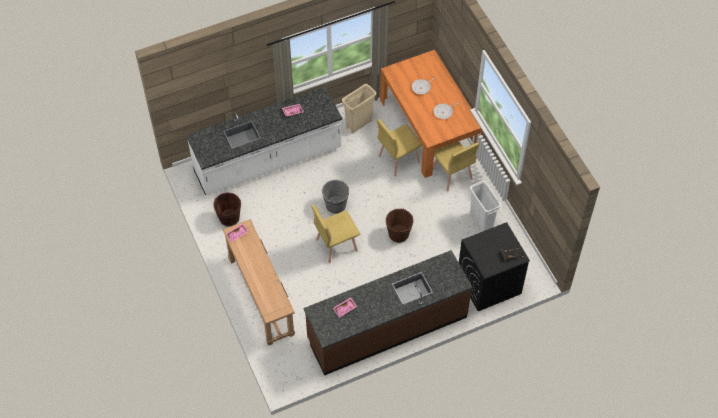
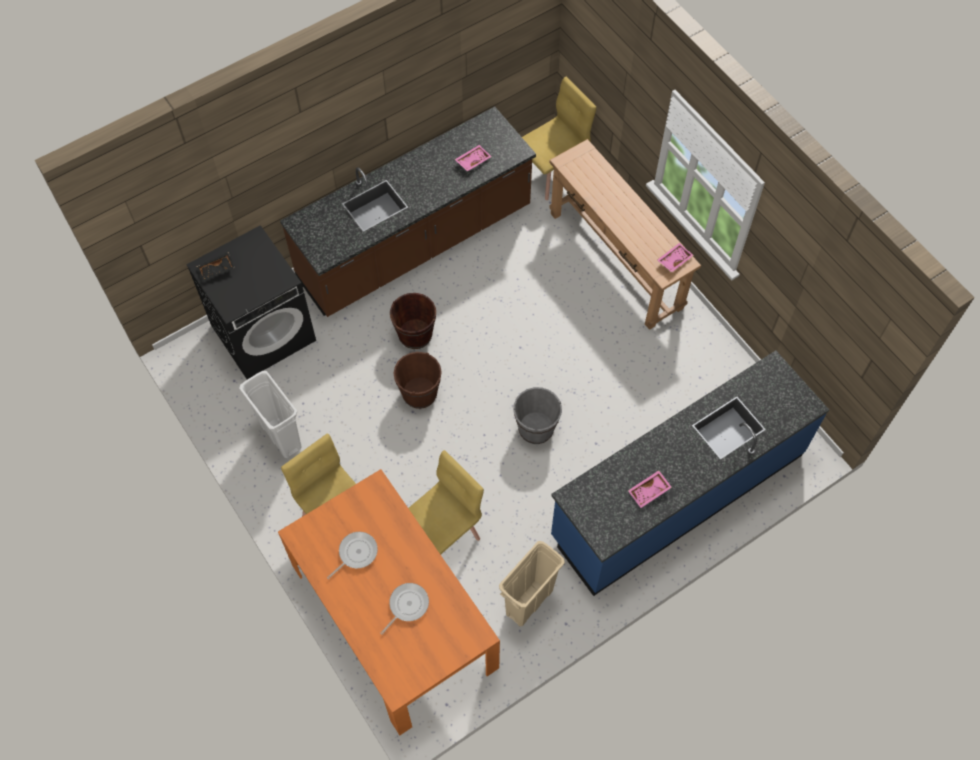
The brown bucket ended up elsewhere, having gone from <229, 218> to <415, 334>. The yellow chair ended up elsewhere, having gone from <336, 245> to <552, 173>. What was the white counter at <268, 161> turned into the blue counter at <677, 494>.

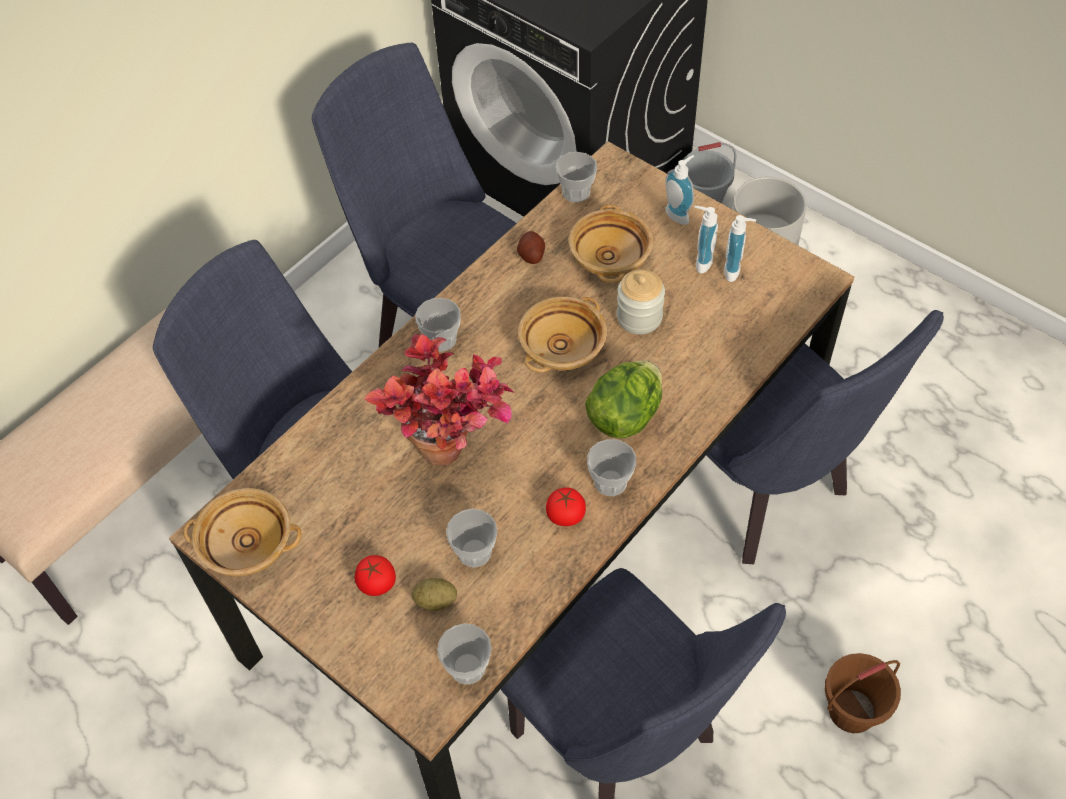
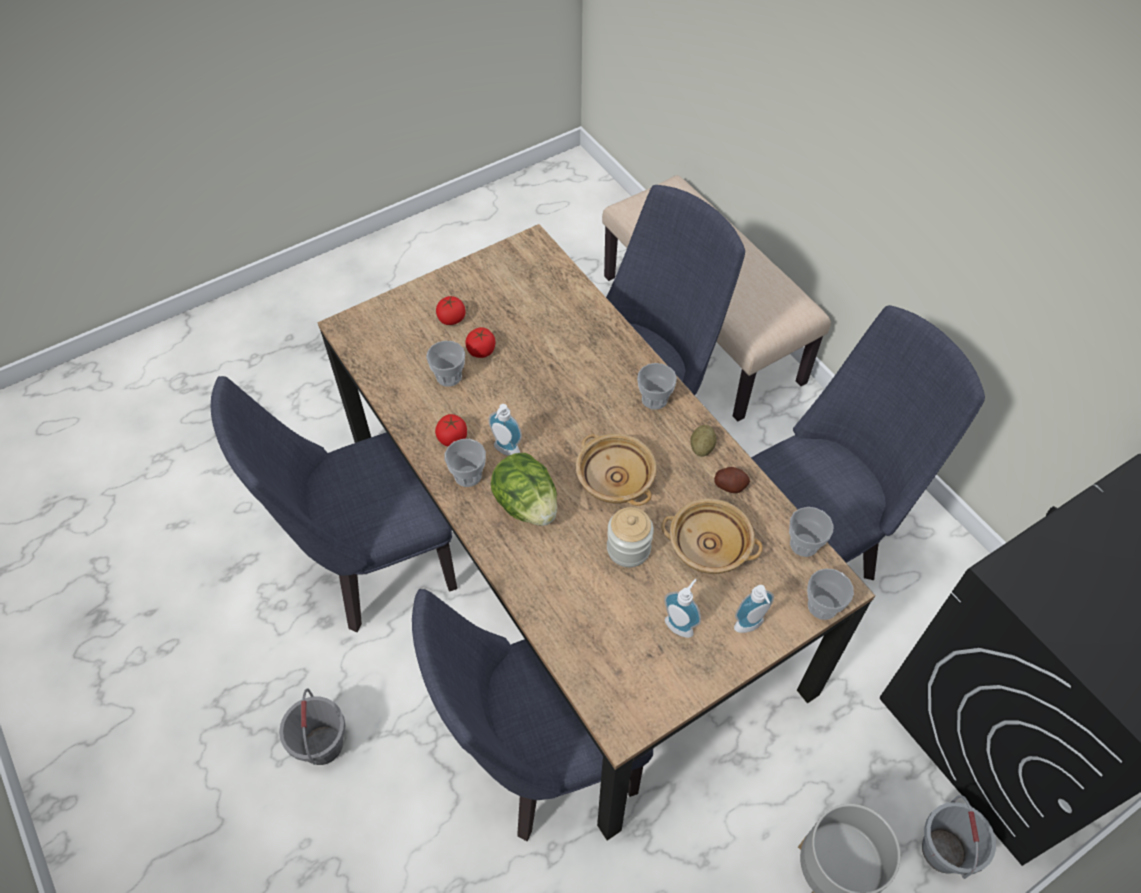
What was the brown bucket at <852, 711> turned into the grey bucket at <322, 744>. The second view gained the tomato at <481, 351>. The soap dispenser ended up elsewhere, having gone from <735, 270> to <505, 451>. The potato ended up elsewhere, having gone from <435, 601> to <702, 447>. The cup ended up elsewhere, having gone from <467, 667> to <822, 606>. The second view lost the beige bowl at <246, 545>. The second view lost the potted plant at <455, 457>.

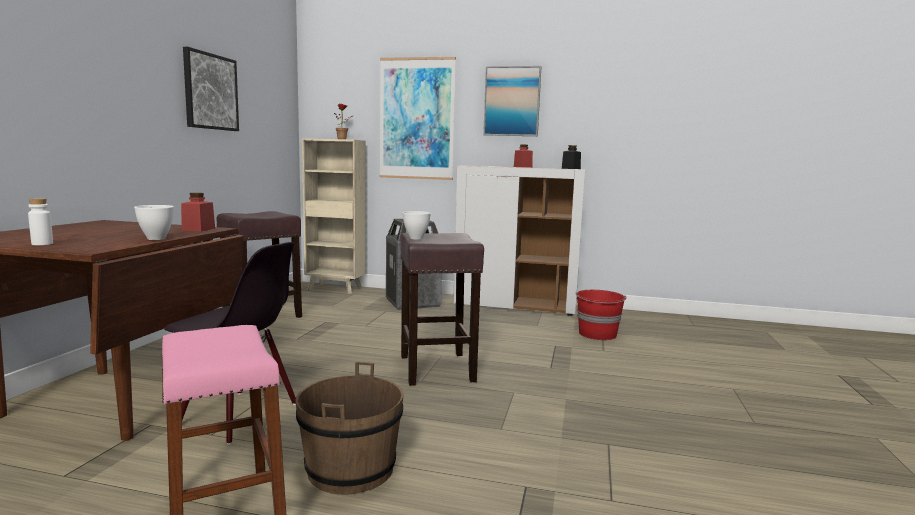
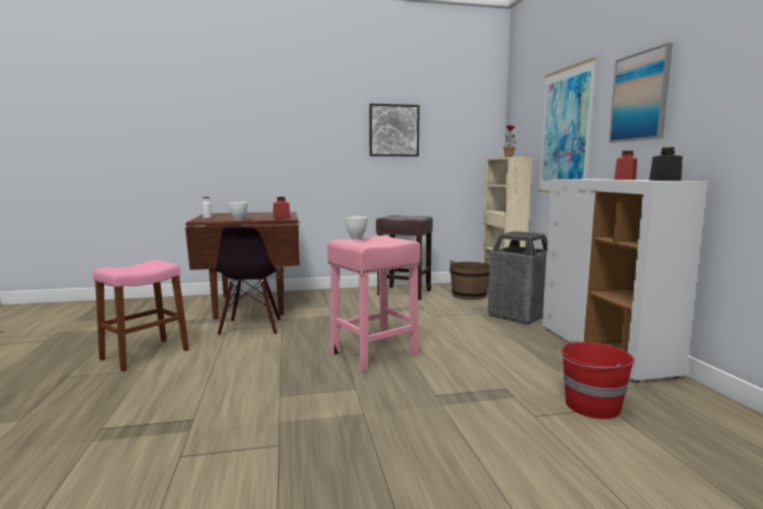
What was the brown stool at <437, 369> turned into the pink stool at <373, 354>. The brown bucket ended up elsewhere, having gone from <350, 469> to <469, 295>.

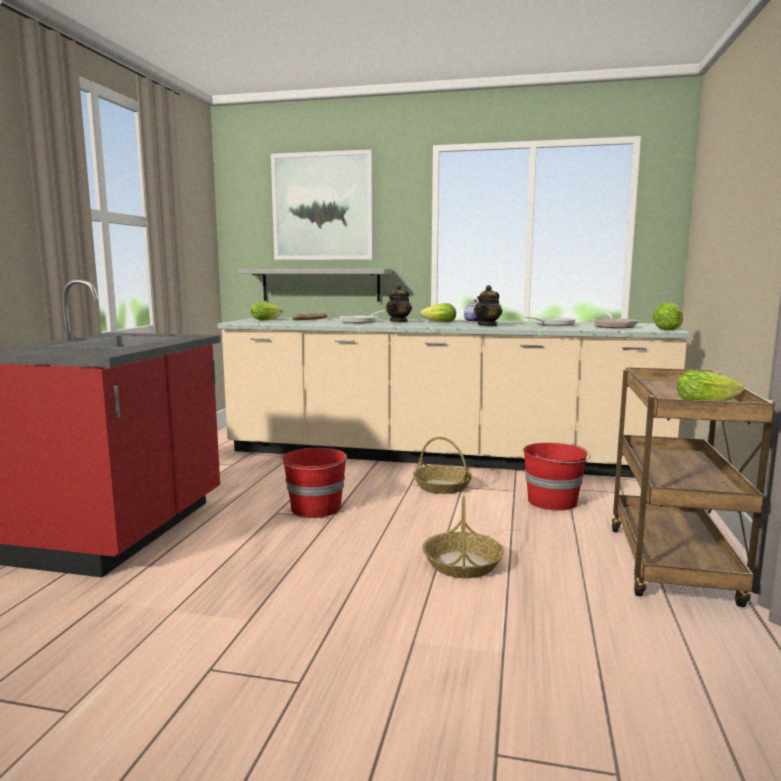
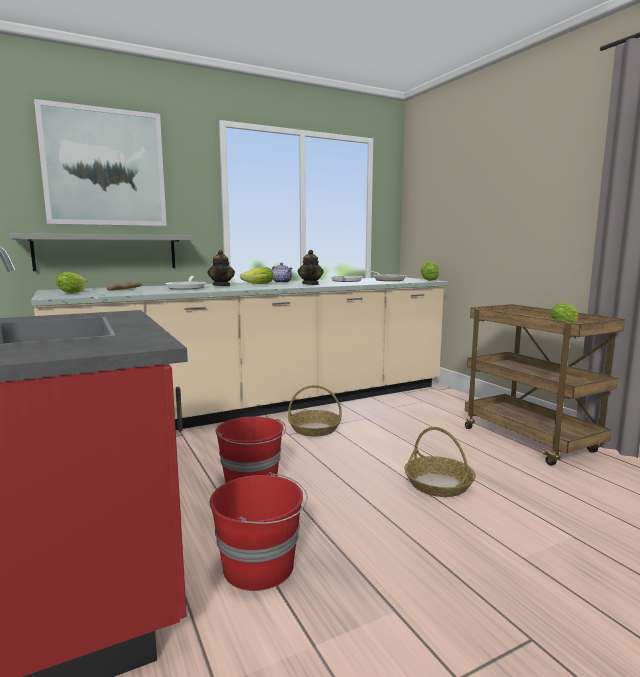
The red bucket ended up elsewhere, having gone from <553, 501> to <260, 566>.

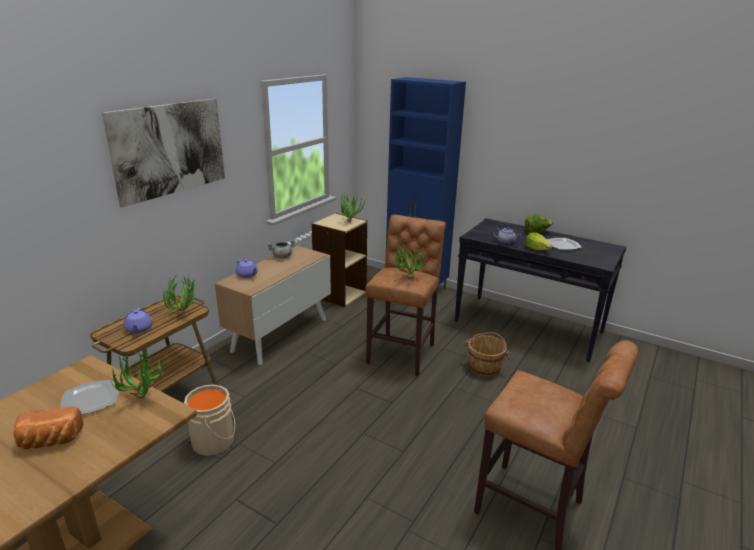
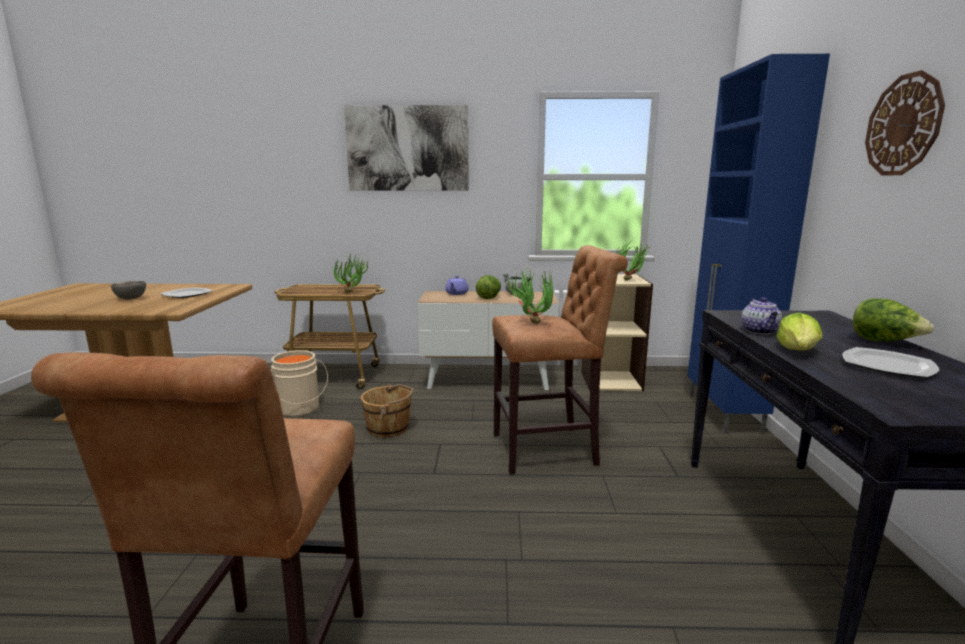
Where the bread stood at <50, 441>, the grey bowl came to stand at <131, 298>. The brown bucket ended up elsewhere, having gone from <484, 367> to <389, 428>. The second view gained the lettuce at <489, 297>. The second view gained the wall clock at <903, 125>. The second view lost the potted plant at <143, 401>. The second view lost the purple teapot at <138, 329>.

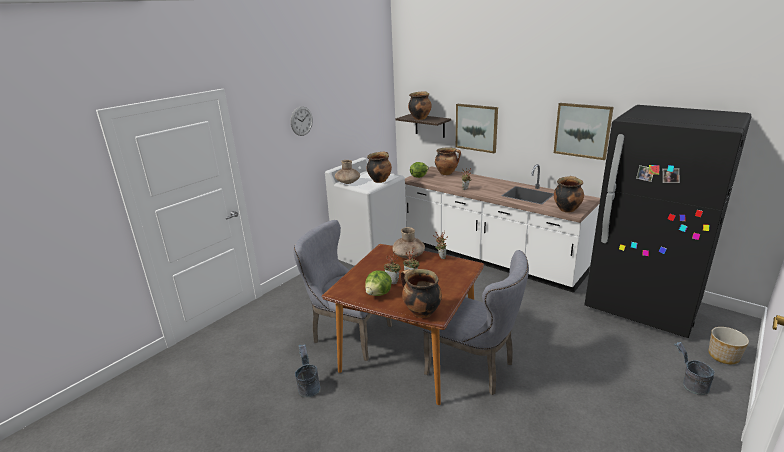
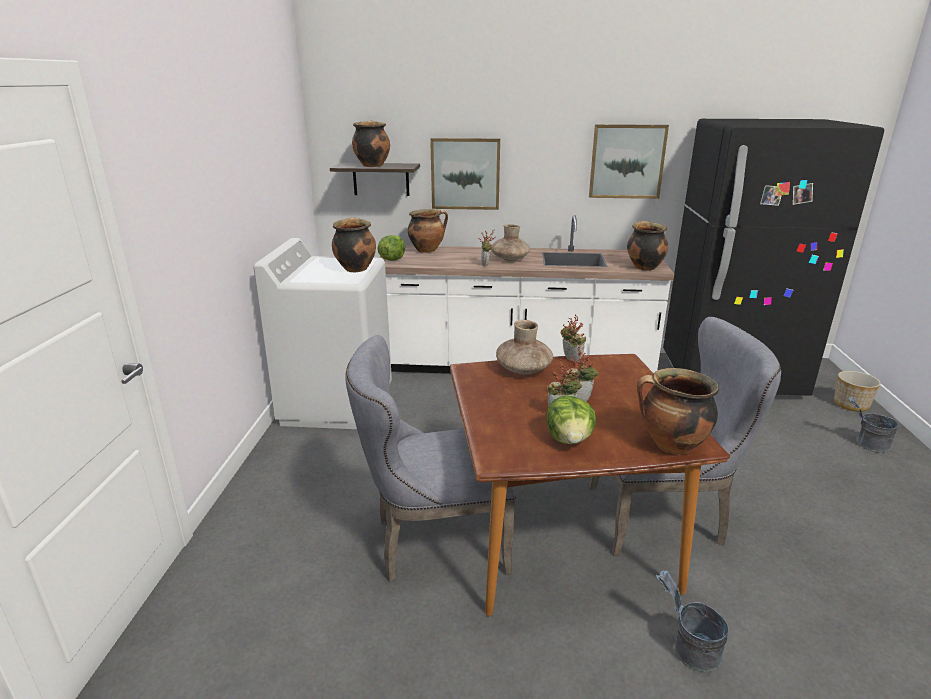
The brown vase ended up elsewhere, having gone from <348, 182> to <510, 259>. The grey bucket ended up elsewhere, having gone from <308, 386> to <688, 648>. The second view lost the wall clock at <301, 121>.

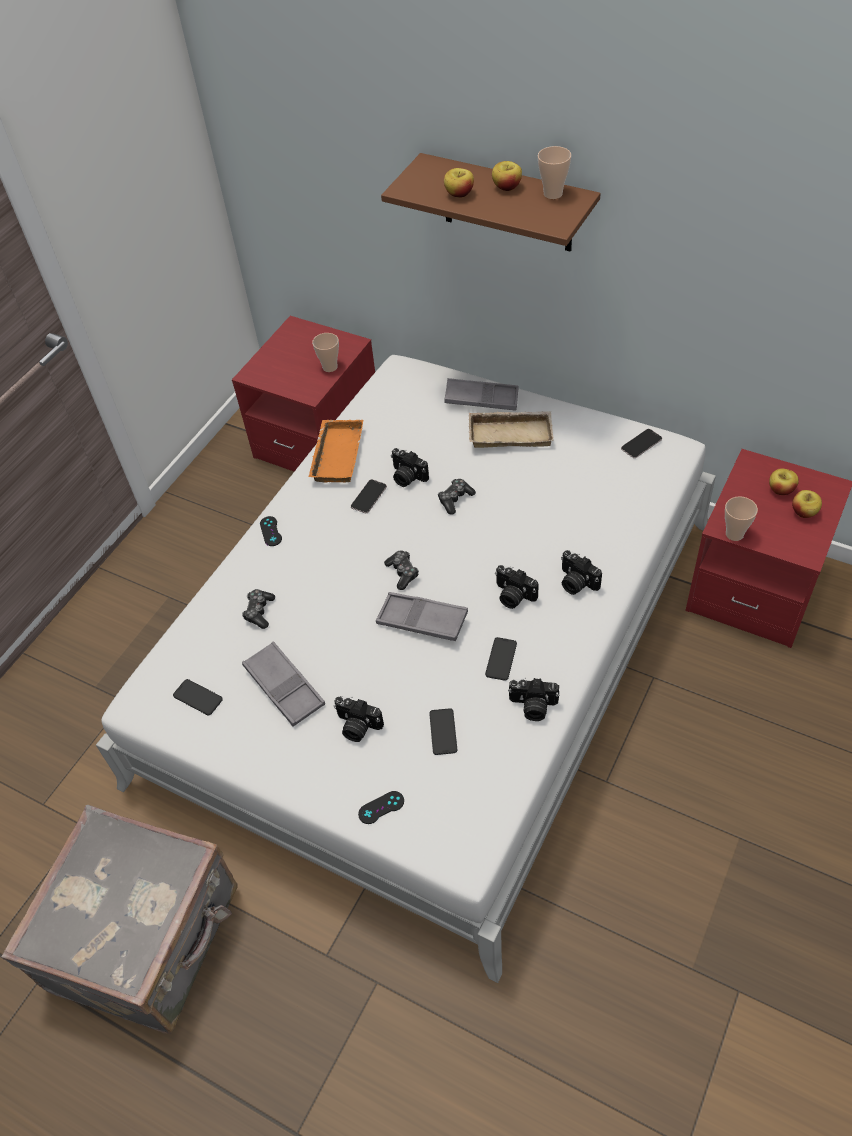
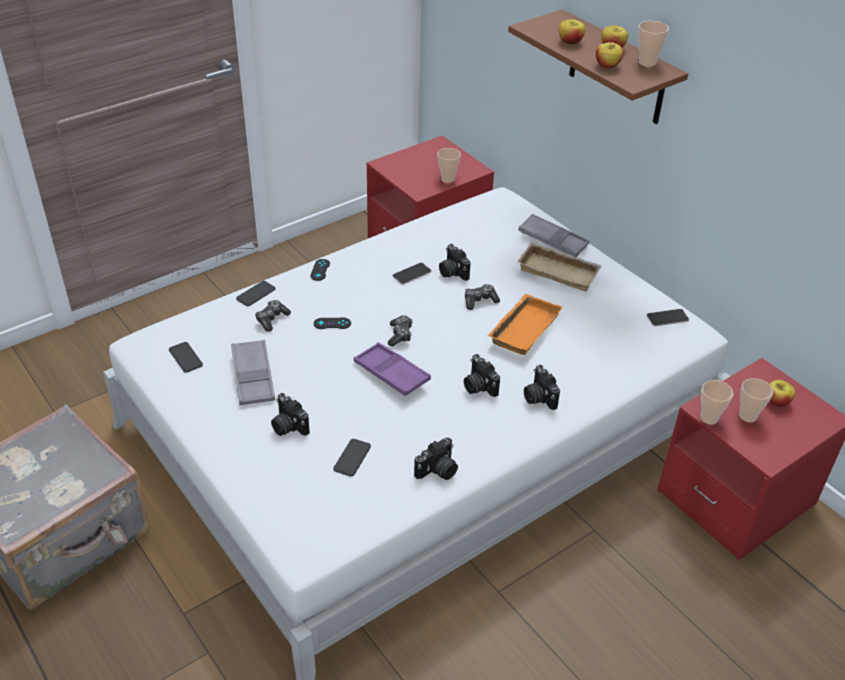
The phone ended up elsewhere, having gone from <501, 659> to <256, 294>. The black game controller ended up elsewhere, having gone from <381, 807> to <332, 323>. What was the grey tray at <422, 620> turned into the purple tray at <391, 373>. The photo camera at <533, 706> ended up facing another way, 75 degrees counterclockwise from before. The orange tray ended up elsewhere, having gone from <335, 454> to <523, 328>. The apple ended up elsewhere, having gone from <804, 512> to <607, 66>. The second view gained the cup at <748, 416>.

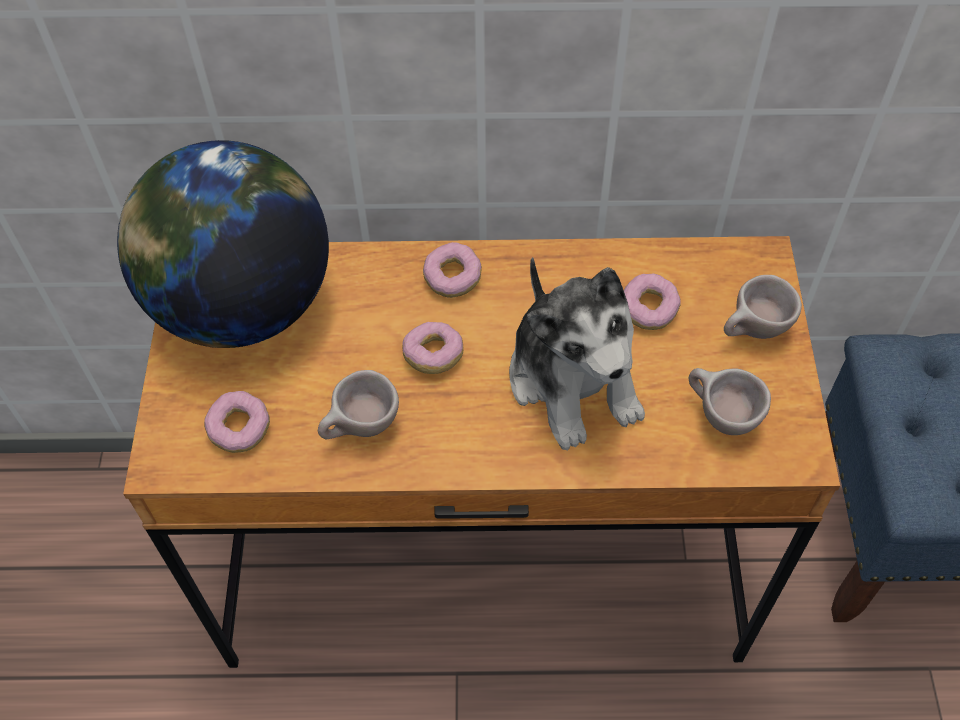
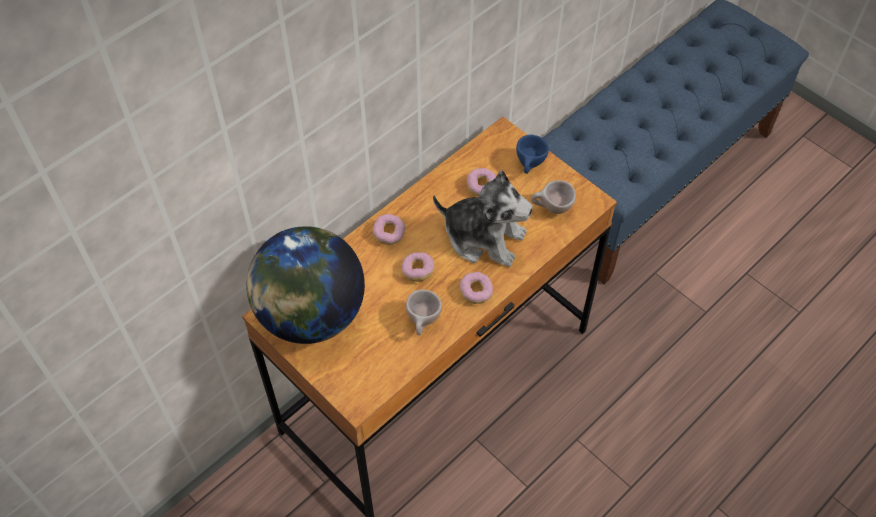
The donut ended up elsewhere, having gone from <239, 429> to <476, 292>. What was the beige cup at <753, 333> turned into the blue cup at <530, 166>.

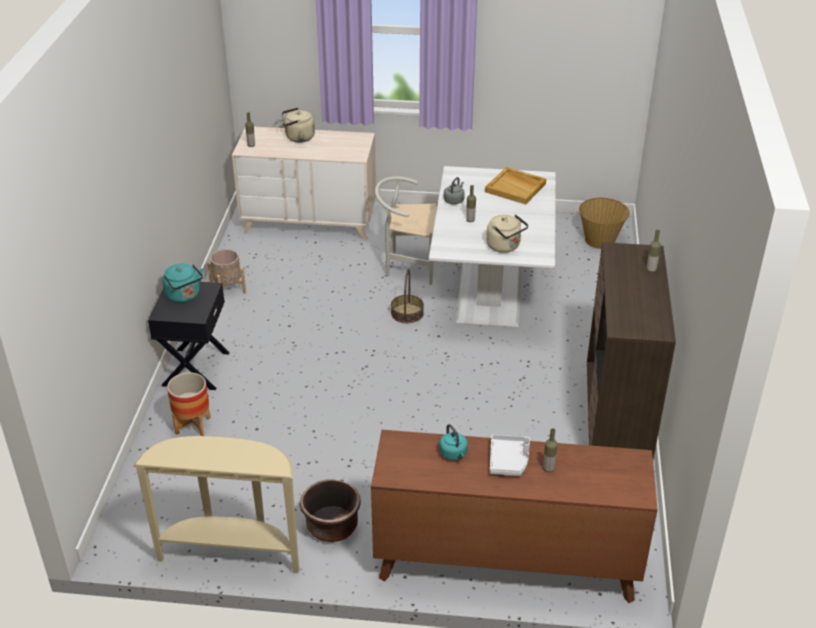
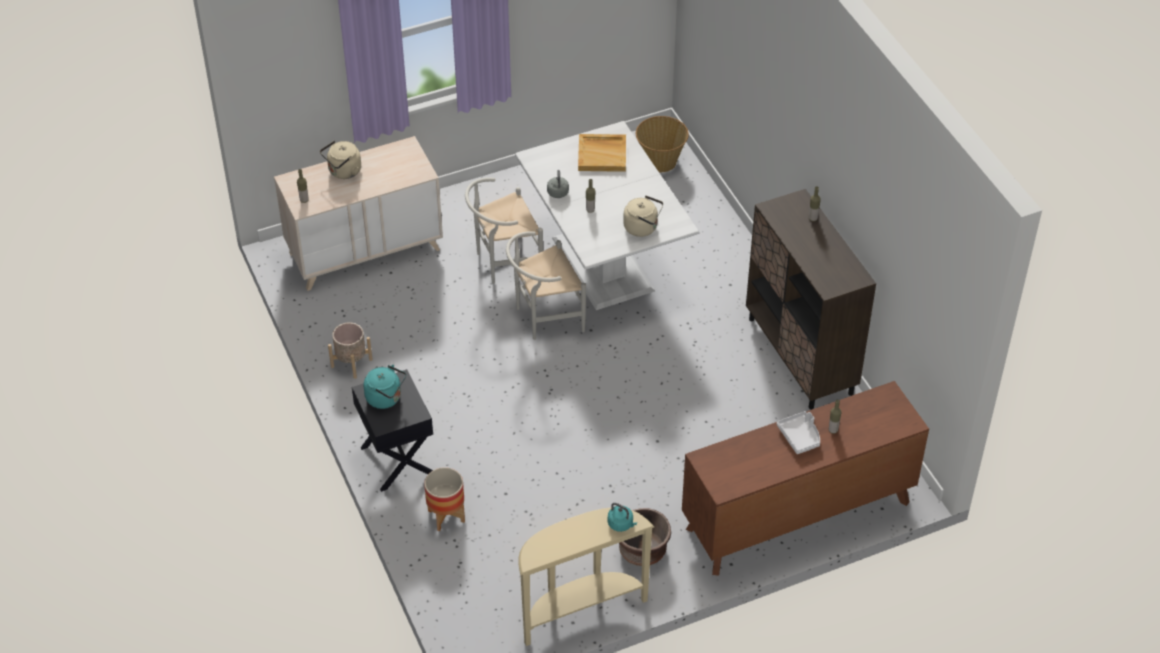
Where the basket stood at <407, 313>, the white chair came to stand at <544, 317>. The turquoise kettle ended up elsewhere, having gone from <454, 454> to <621, 524>.

